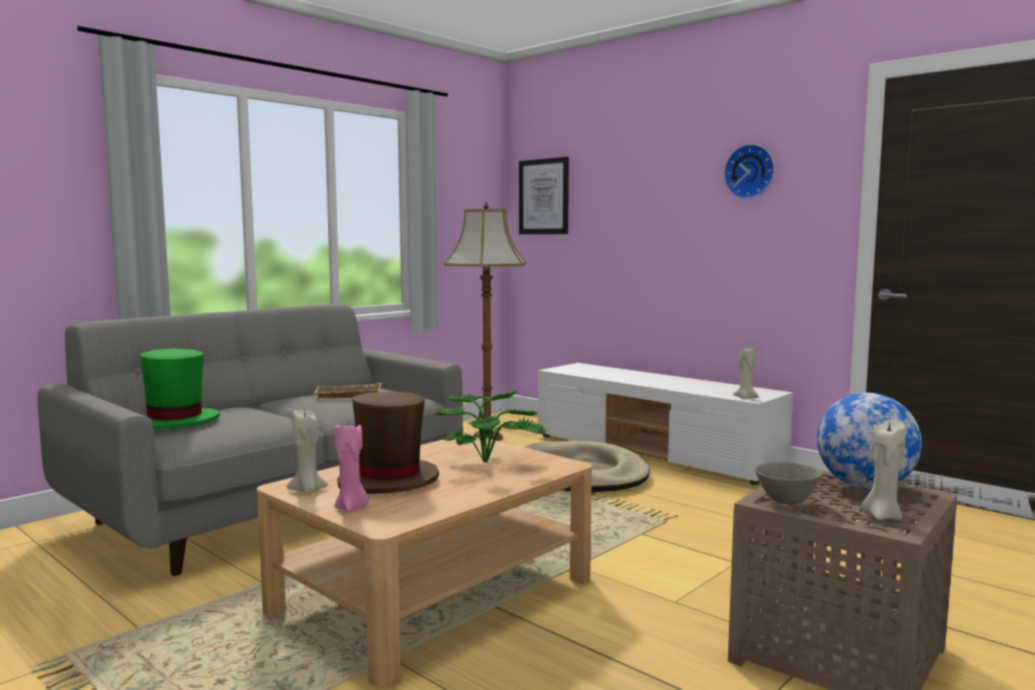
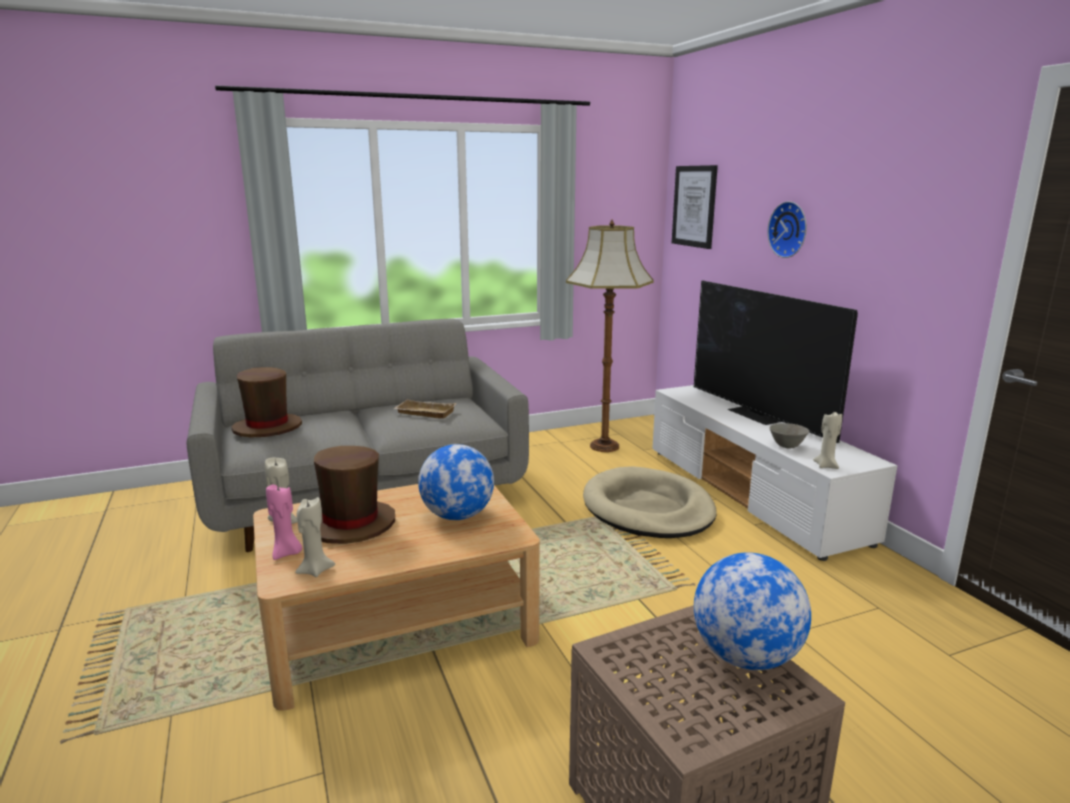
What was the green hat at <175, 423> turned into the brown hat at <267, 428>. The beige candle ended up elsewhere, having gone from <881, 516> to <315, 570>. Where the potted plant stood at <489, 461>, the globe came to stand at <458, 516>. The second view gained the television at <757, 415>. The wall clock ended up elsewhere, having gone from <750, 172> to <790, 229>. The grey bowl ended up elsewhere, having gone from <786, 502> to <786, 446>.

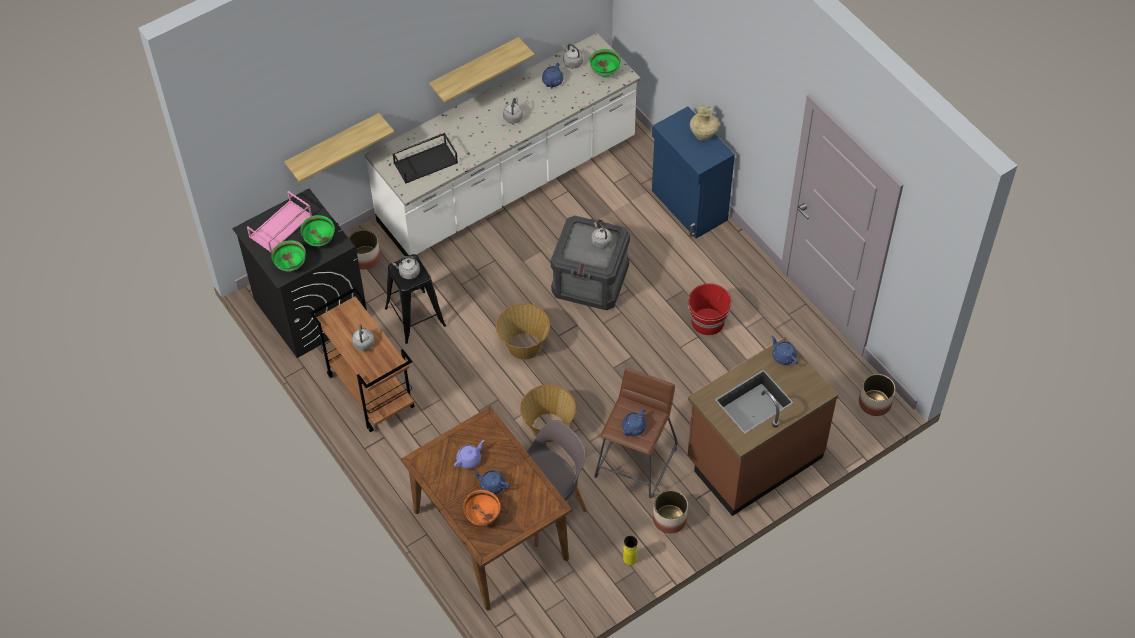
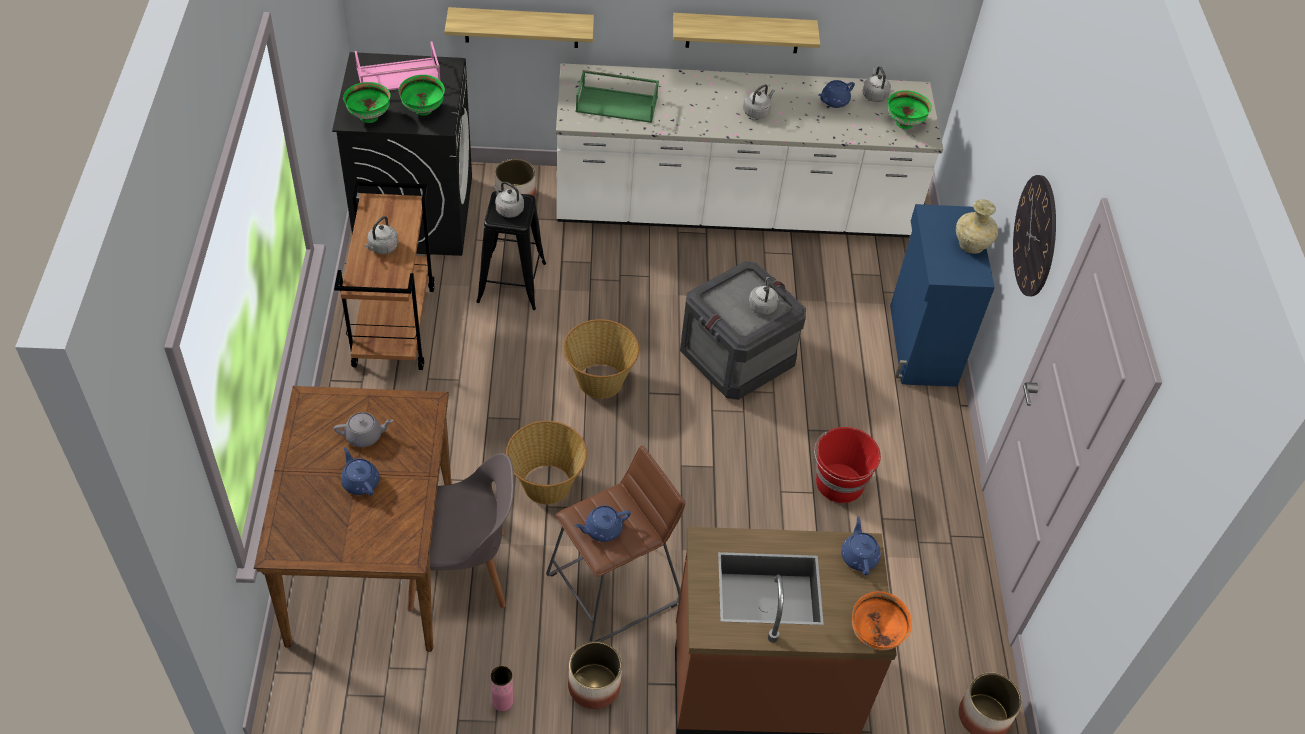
What was the purple teapot at <469, 459> turned into the grey teapot at <365, 436>. What was the yellow vase at <629, 559> turned into the pink vase at <502, 702>. What was the black tray at <426, 162> turned into the green tray at <617, 104>. The orange bowl ended up elsewhere, having gone from <482, 516> to <876, 635>. The second view gained the wall clock at <1035, 236>.

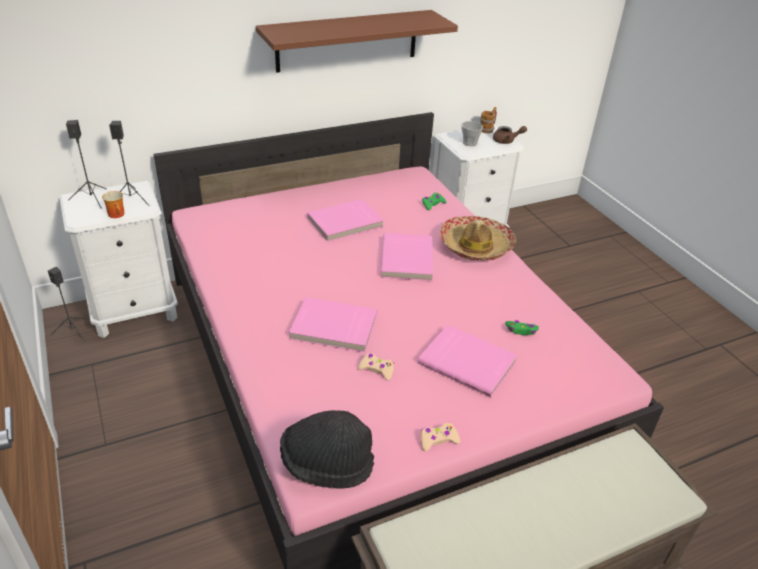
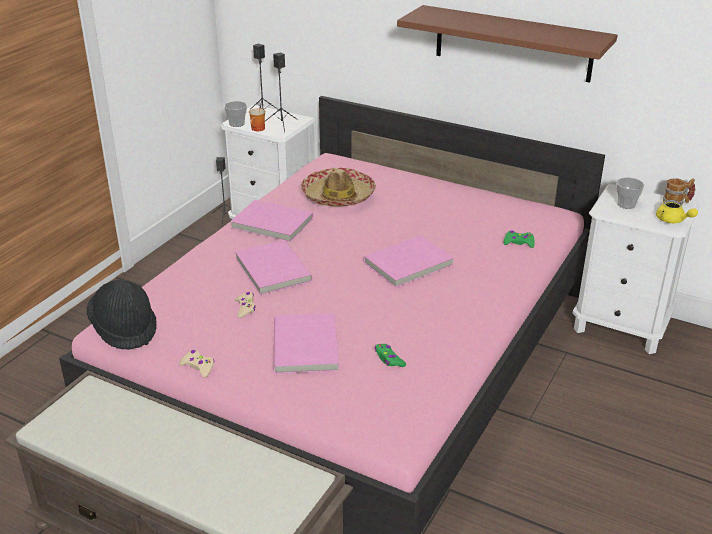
The second view gained the cup at <237, 124>. The pink book ended up elsewhere, having gone from <345, 223> to <271, 224>. The hat ended up elsewhere, having gone from <476, 246> to <338, 196>. What was the brown teapot at <506, 141> turned into the yellow teapot at <672, 220>.

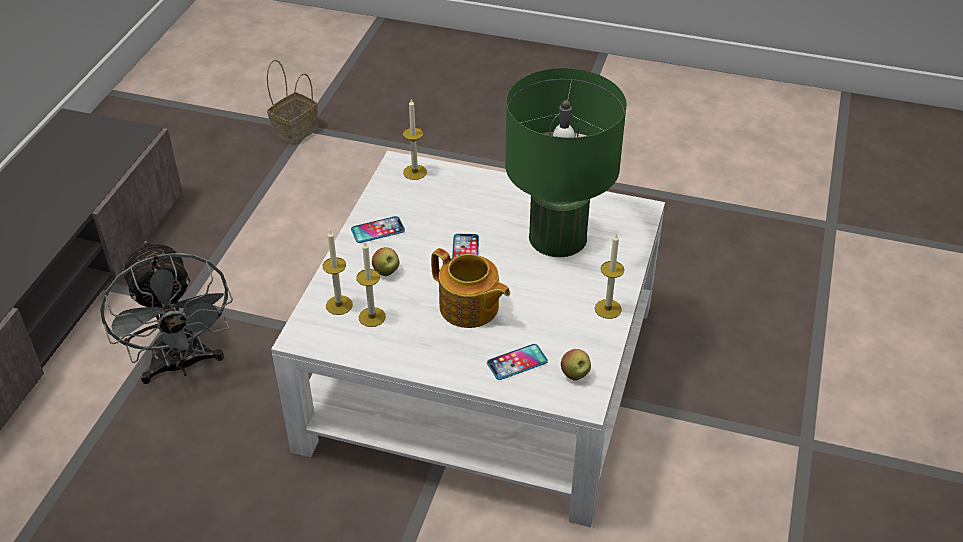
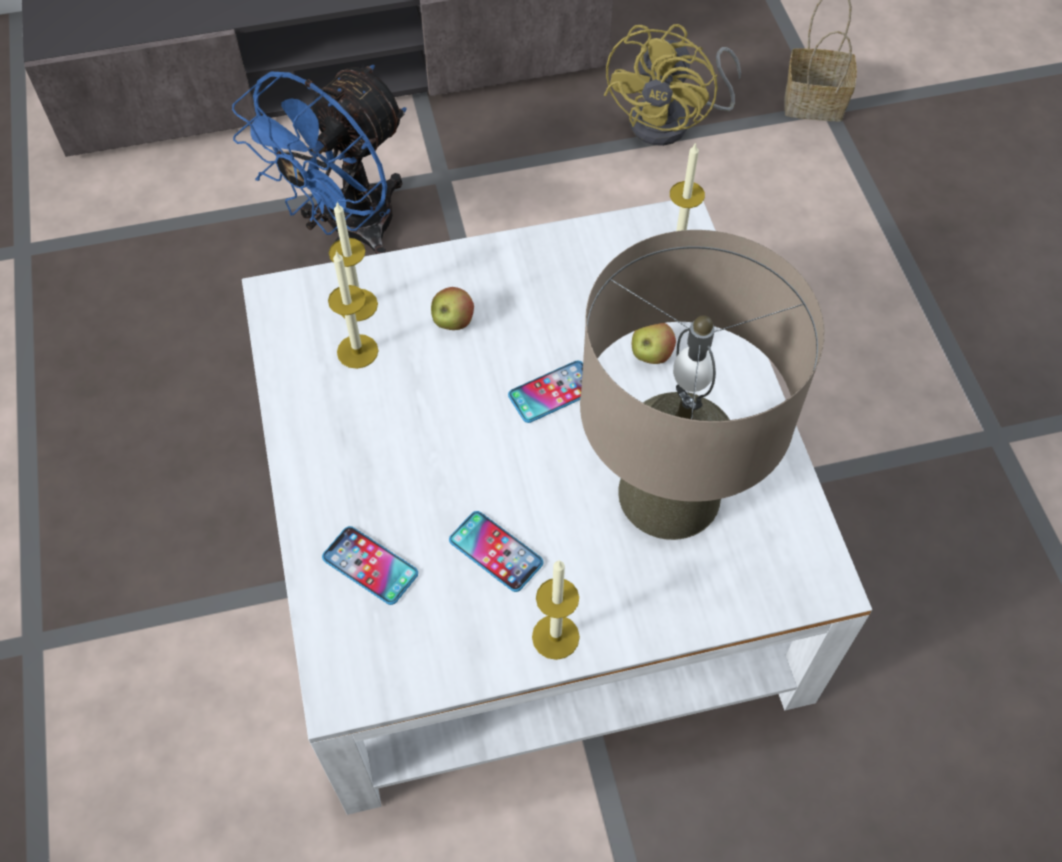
What was the grey fan at <182, 365> turned into the blue fan at <348, 231>. The phone ended up elsewhere, having gone from <378, 230> to <496, 552>. What was the green table lamp at <557, 237> turned into the beige table lamp at <669, 493>. The second view gained the yellow fan at <672, 122>. The apple ended up elsewhere, having gone from <575, 375> to <650, 355>. The second view lost the teapot at <469, 308>.

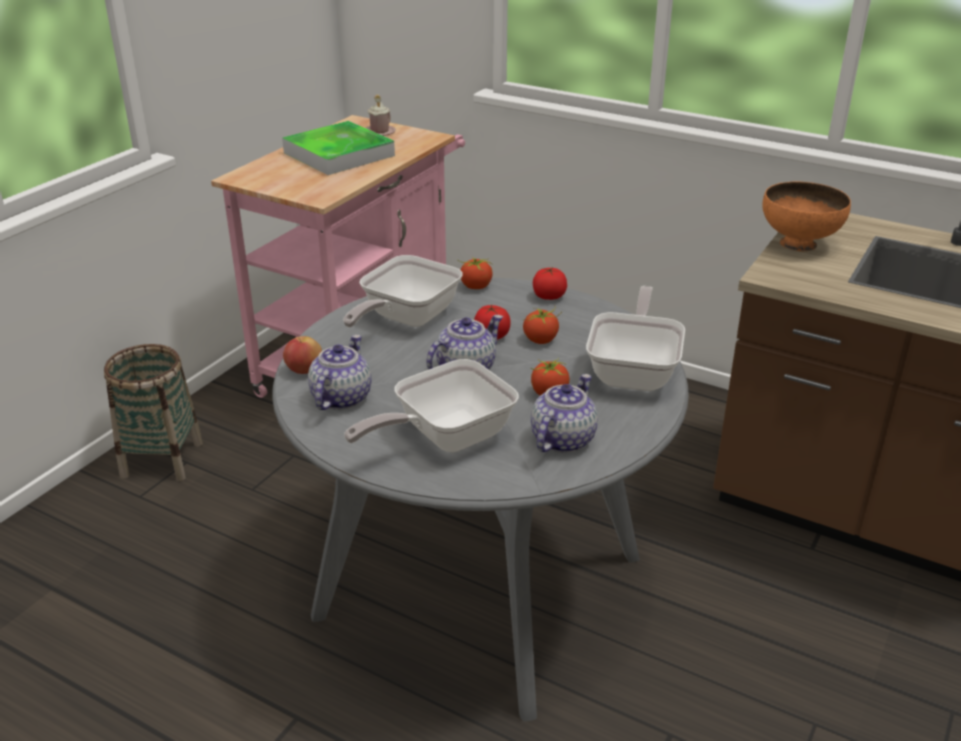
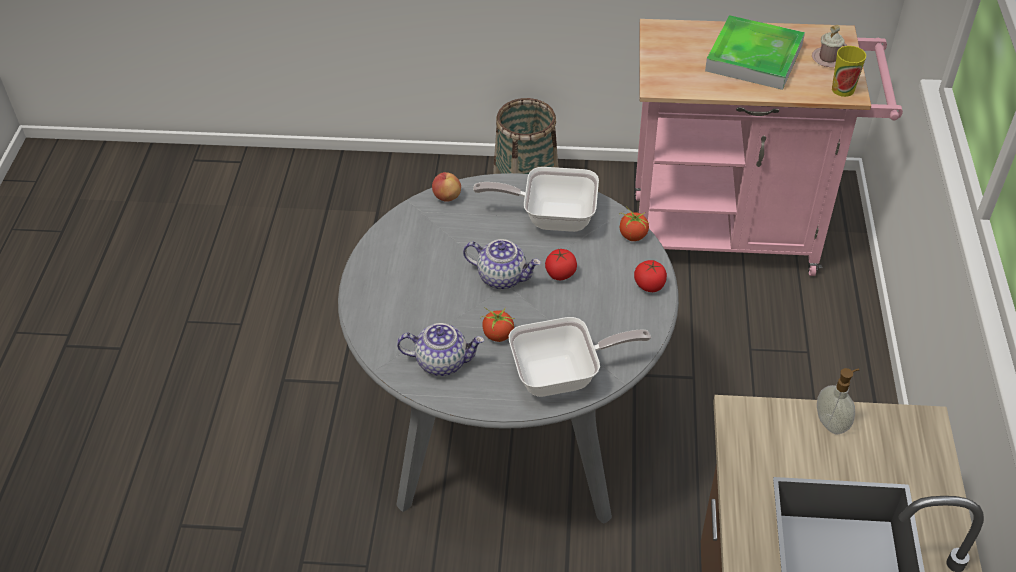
Where the orange bowl stood at <798, 244>, the soap dispenser came to stand at <832, 423>. The second view gained the cup at <843, 89>. The second view lost the teapot at <340, 397>. The second view lost the frying pan at <444, 438>. The second view lost the tomato at <540, 340>.

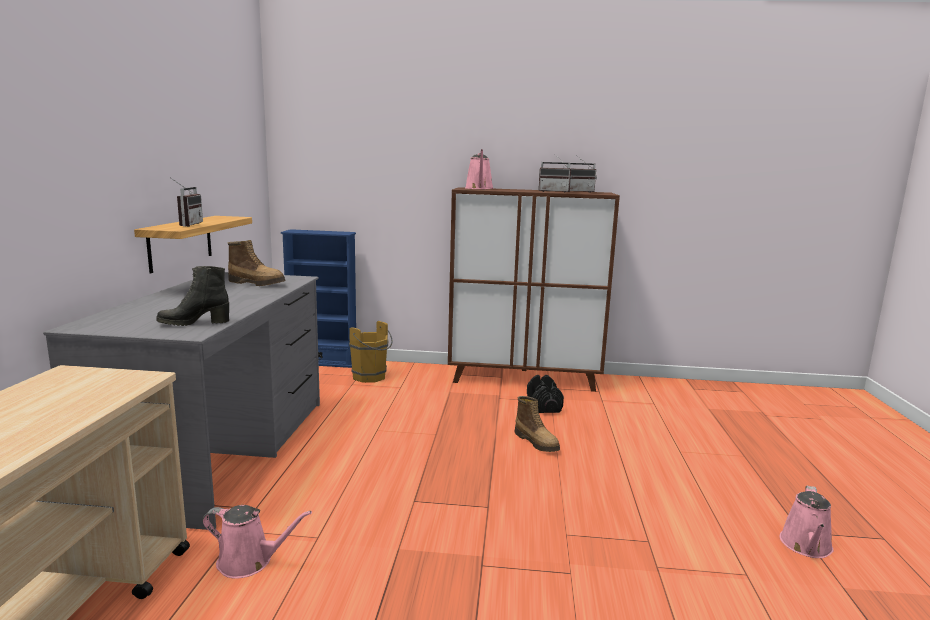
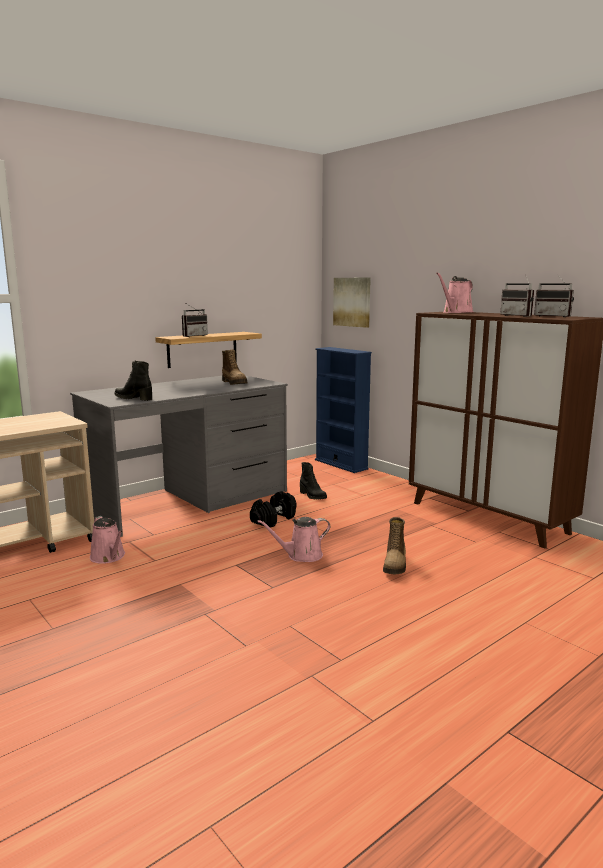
The black dumbbell ended up elsewhere, having gone from <543, 405> to <273, 520>. The pink watering can ended up elsewhere, having gone from <806, 546> to <301, 556>. The second view gained the black boot at <312, 496>. The second view gained the picture at <352, 302>. The second view lost the brown bucket at <371, 377>.

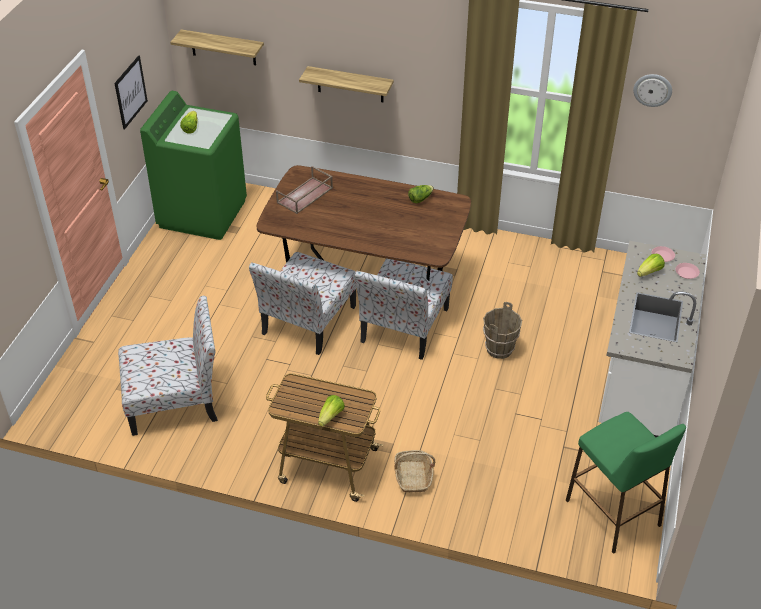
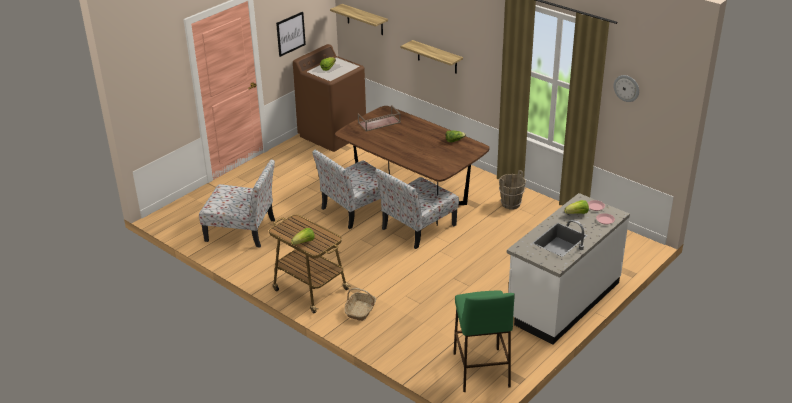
What was the green washing machine at <203, 213> turned into the brown washing machine at <333, 134>. The brown bucket ended up elsewhere, having gone from <499, 349> to <511, 204>.

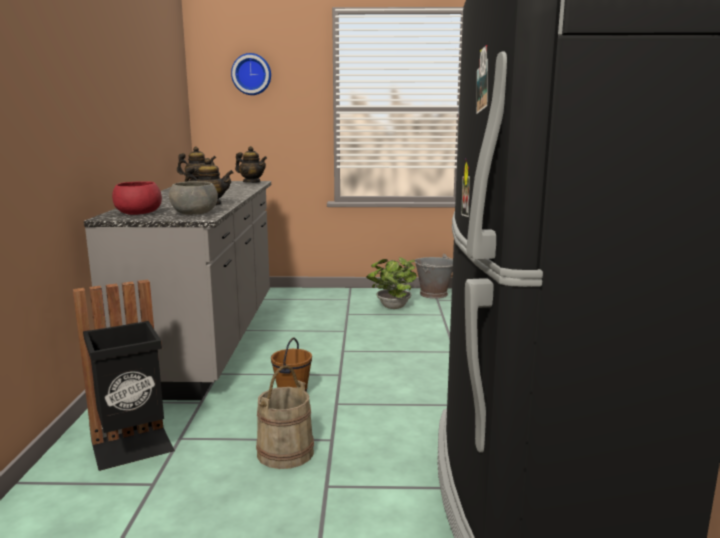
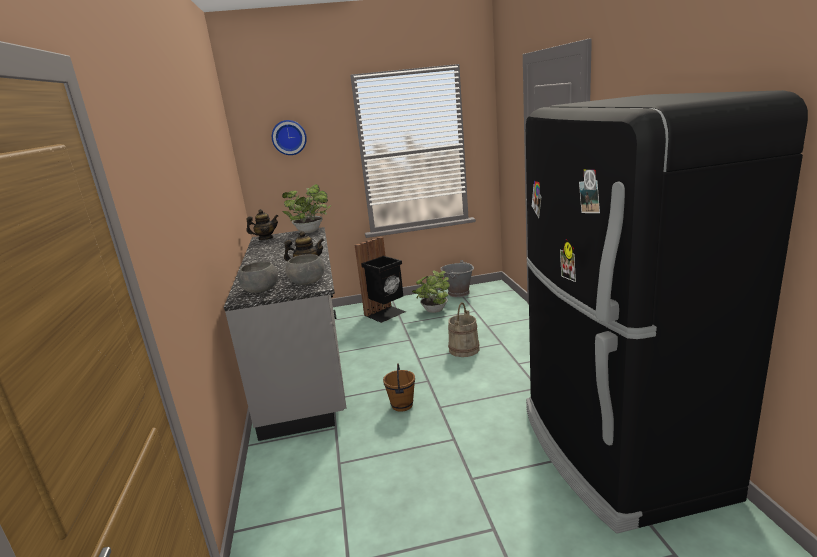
What was the red bowl at <138, 213> turned into the grey bowl at <260, 289>. Where the teapot stood at <252, 182>, the potted plant came to stand at <311, 231>. The black trash can ended up elsewhere, having gone from <133, 447> to <386, 314>. The beige bucket ended up elsewhere, having gone from <285, 452> to <463, 349>.

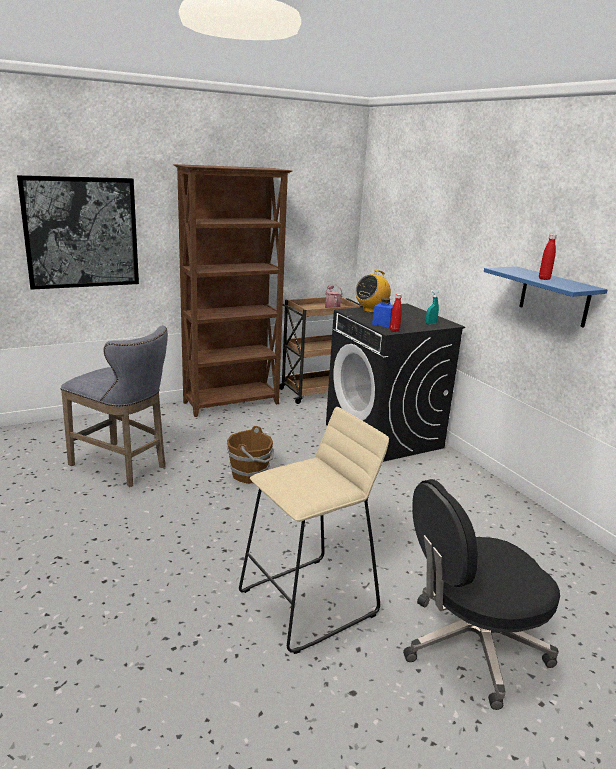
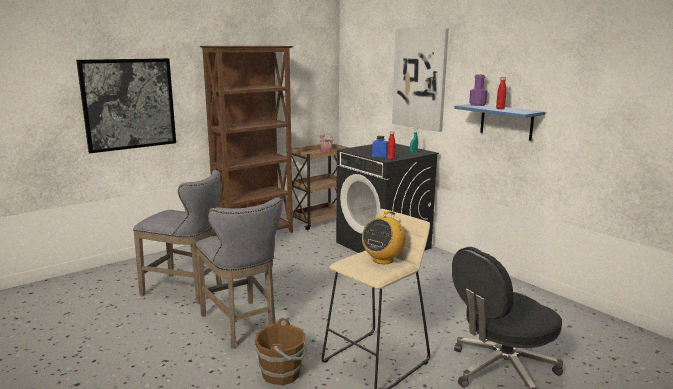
The second view gained the grey stool at <241, 326>. The brown bucket ended up elsewhere, having gone from <250, 474> to <282, 373>. The radio ended up elsewhere, having gone from <371, 310> to <383, 260>. The second view gained the picture at <419, 79>. The second view gained the purple bottle at <477, 105>.

